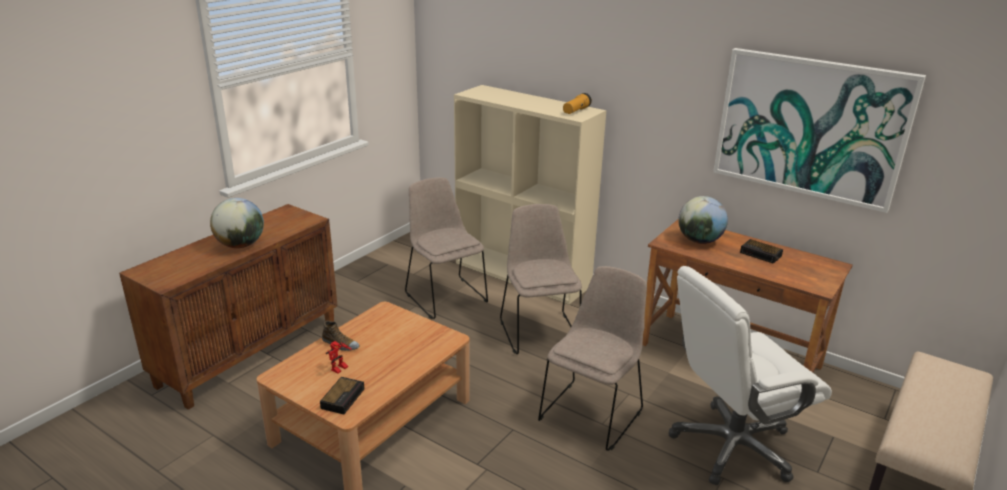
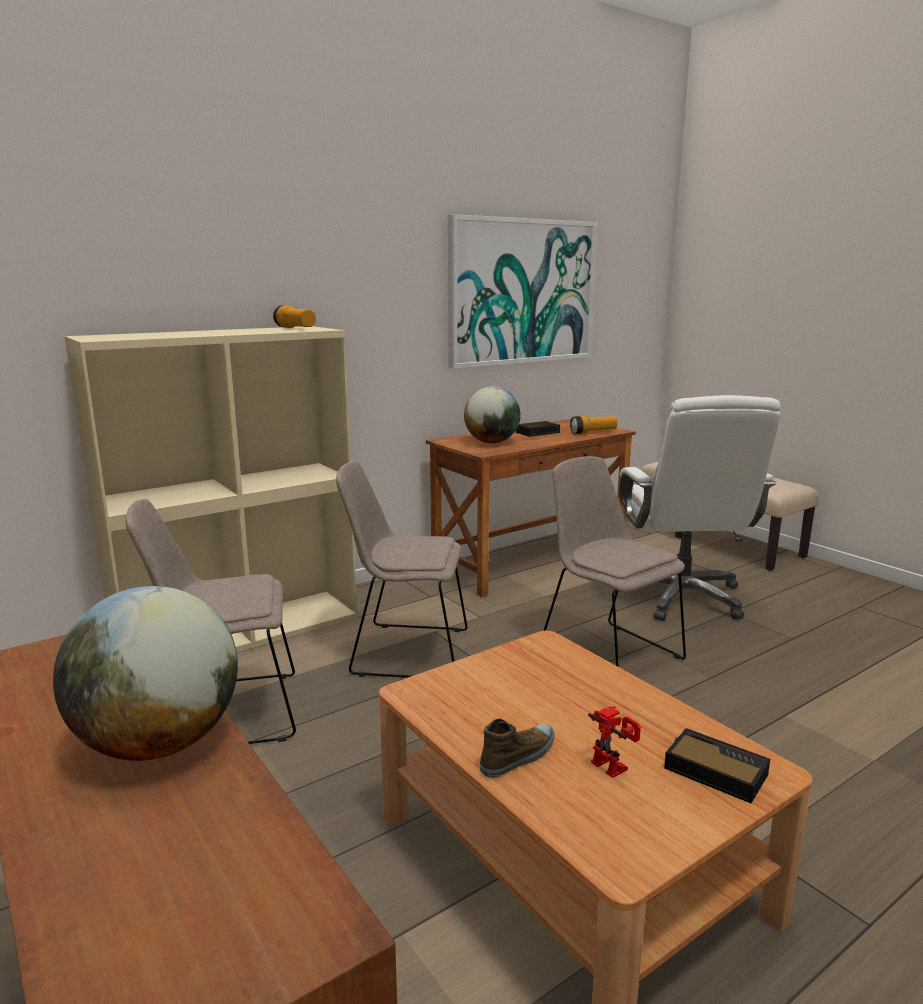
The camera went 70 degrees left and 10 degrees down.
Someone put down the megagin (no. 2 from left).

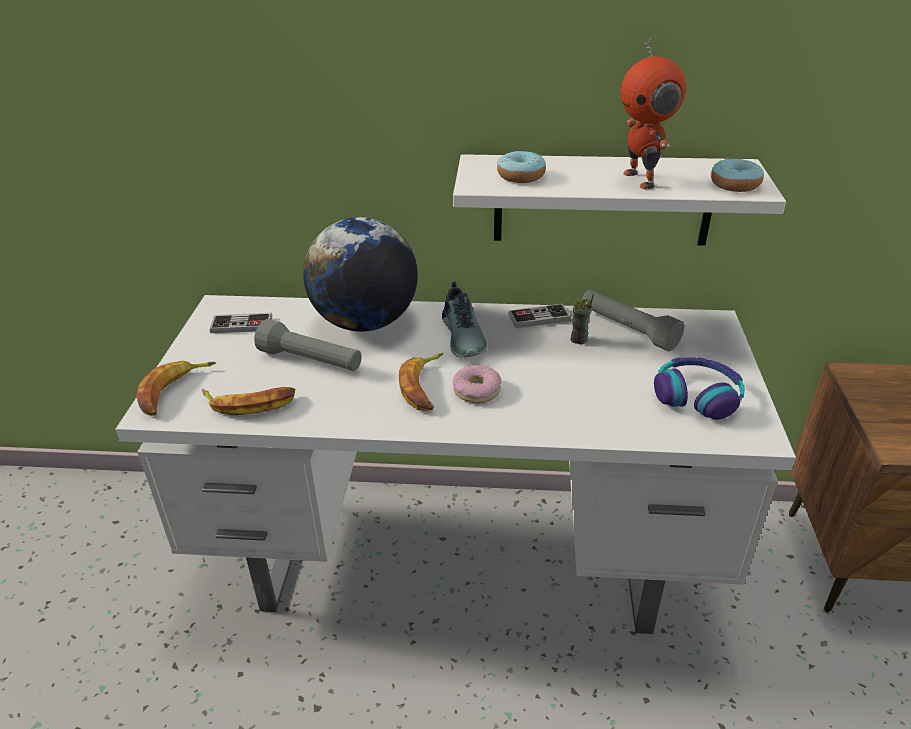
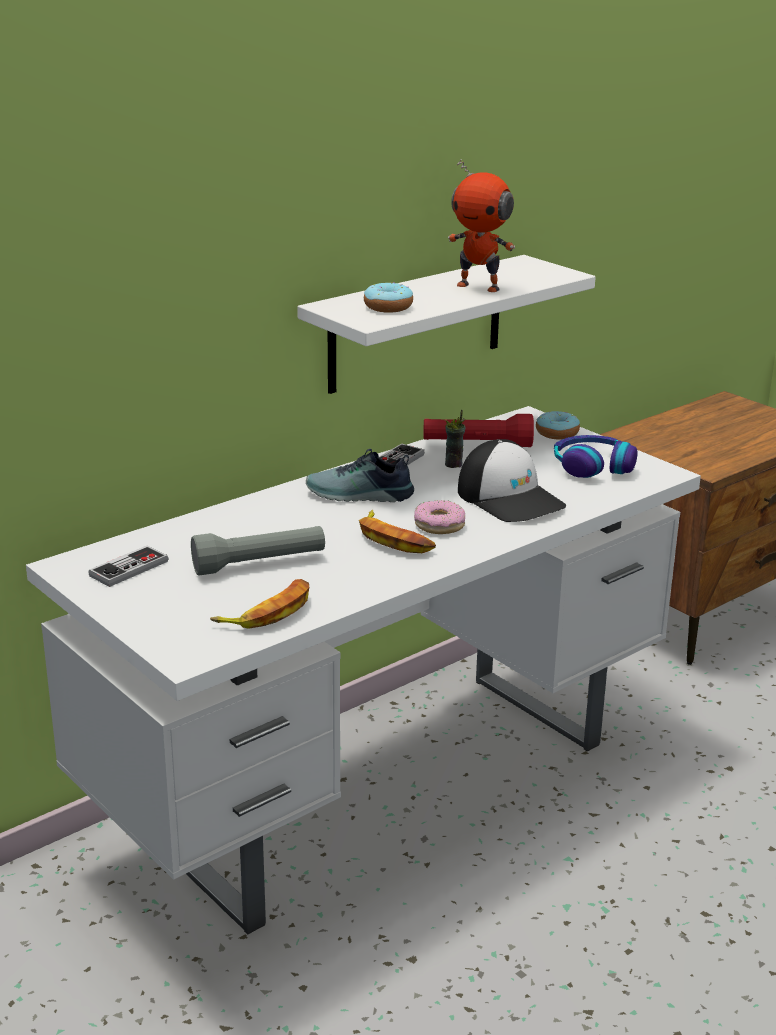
The camera went 45 degrees left and 10 degrees down.
Someone took away the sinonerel (no. 1 from left).
Someone took away the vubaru.
Someone rotated the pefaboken by 150 degrees clockwise.
Someone repainted the grey megagin (no. 2 from left), which became the red megagin.
Someone carried the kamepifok (no. 3 from left).
Someone put down the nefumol.

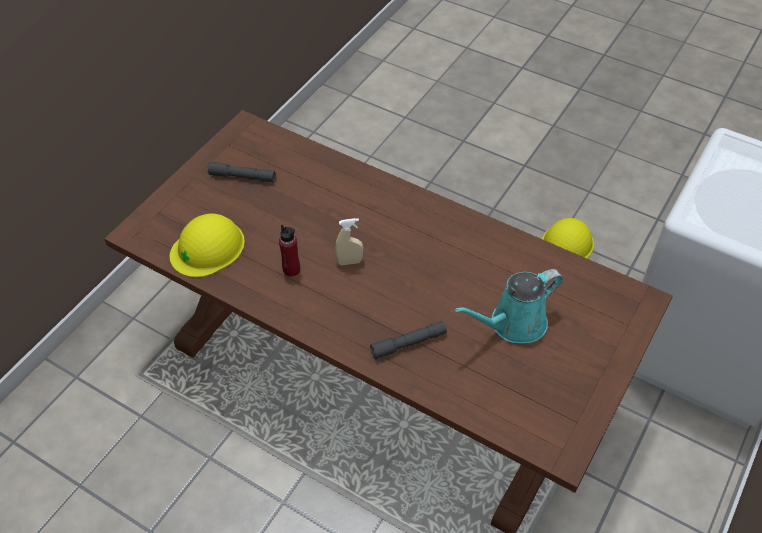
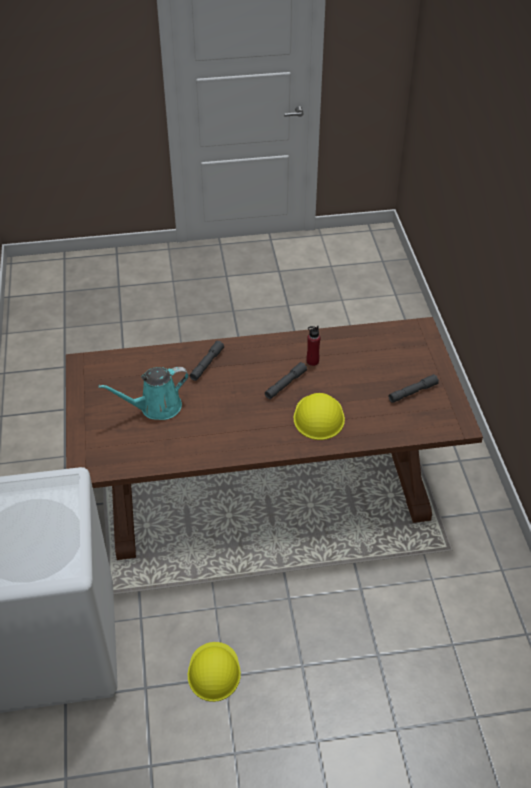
The camera went 140 degrees right and 5 degrees down.
Someone carried the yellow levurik (no. 1 from left in the first image).
Someone swapped the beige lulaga for the grey megagin (no. 2 from left).
Someone rotated the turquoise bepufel by 135 degrees counterclockwise.

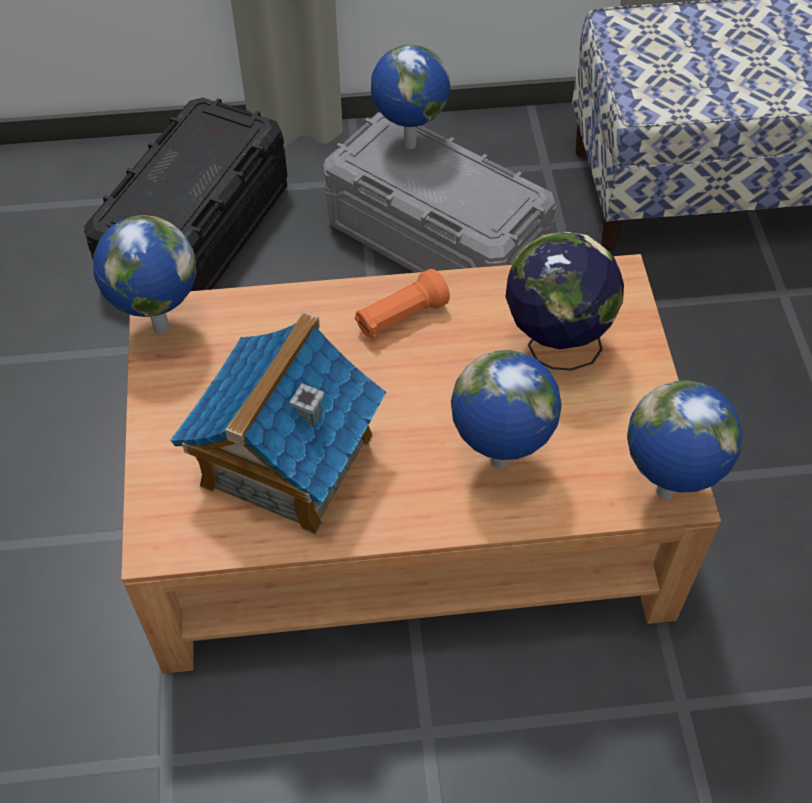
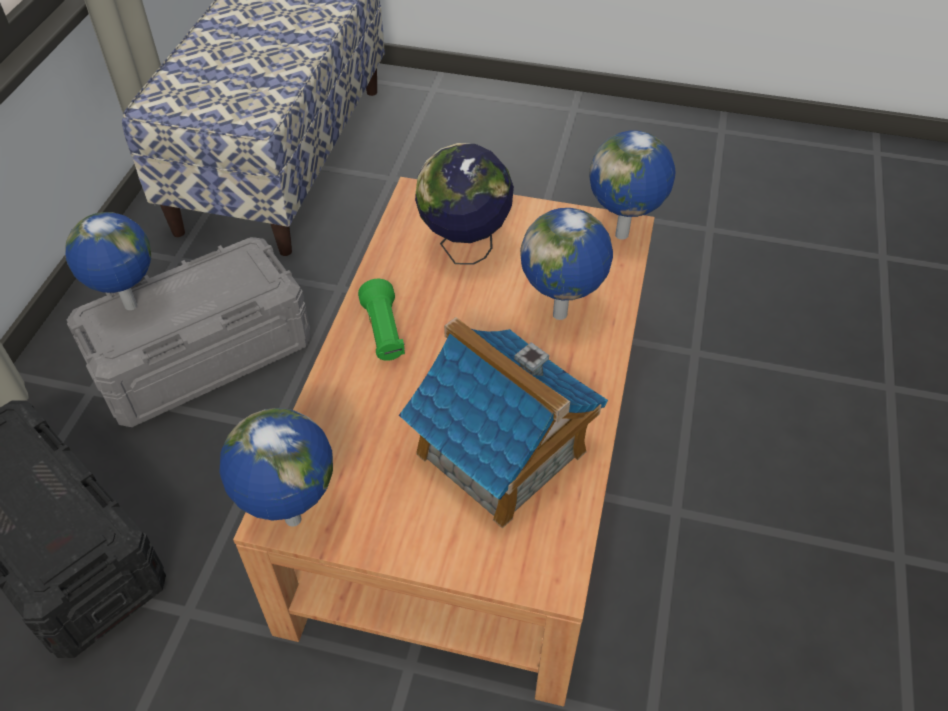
The camera went 70 degrees left and 5 degrees down.
Someone repainted the orange megagin, which became the green megagin.

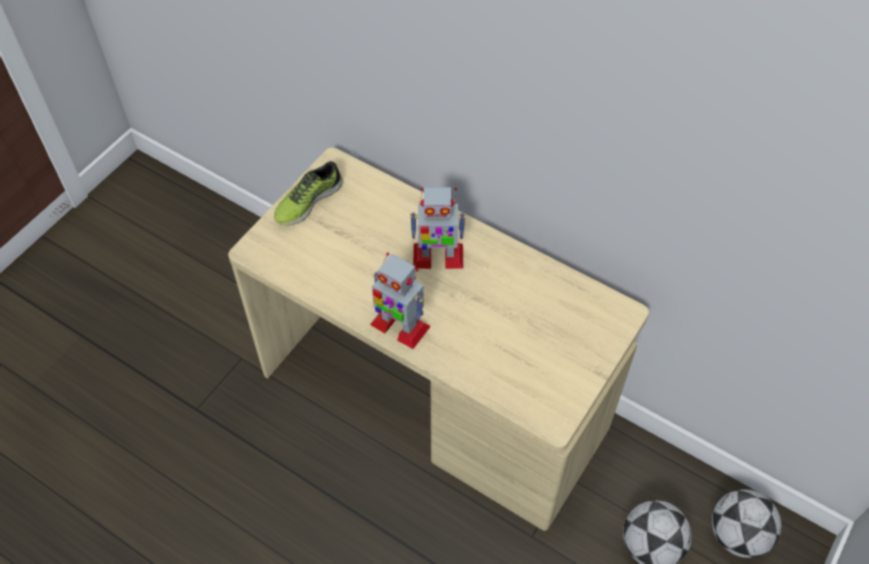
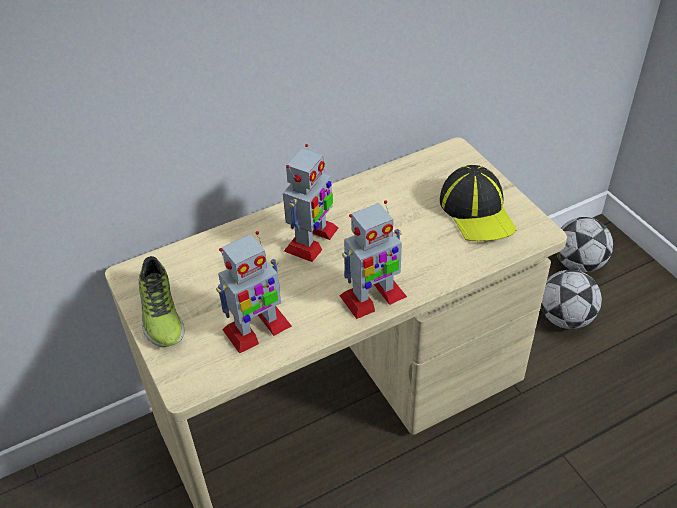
The camera went 60 degrees left and 10 degrees down.
Someone put down the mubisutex (no. 1 from left).
Someone put down the nefumol.

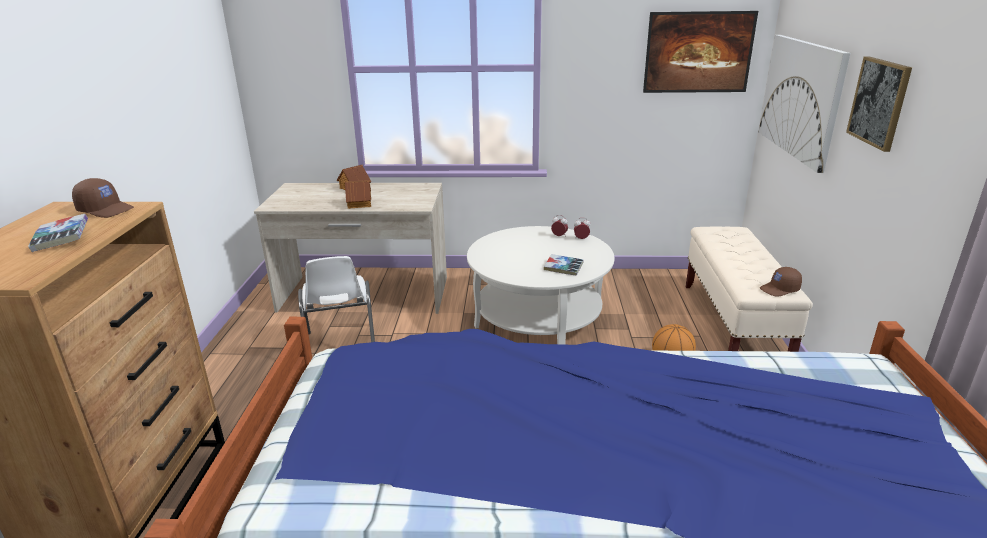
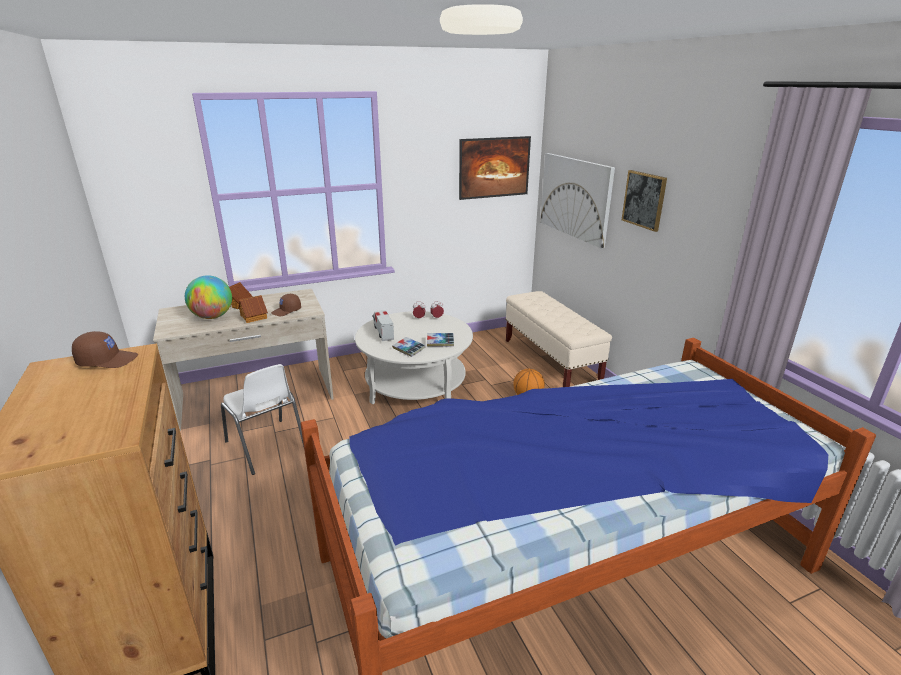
The camera went 25 degrees left and 0 degrees up.
Someone carried the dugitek (no. 1 from left).
Someone carried the brown nefumol (no. 2 from left).
Someone put down the vubaru.
Someone put down the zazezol.

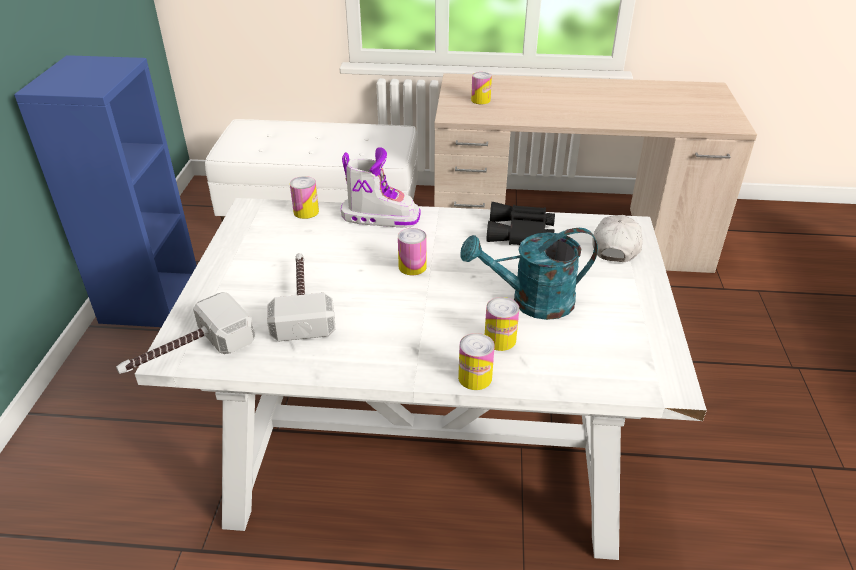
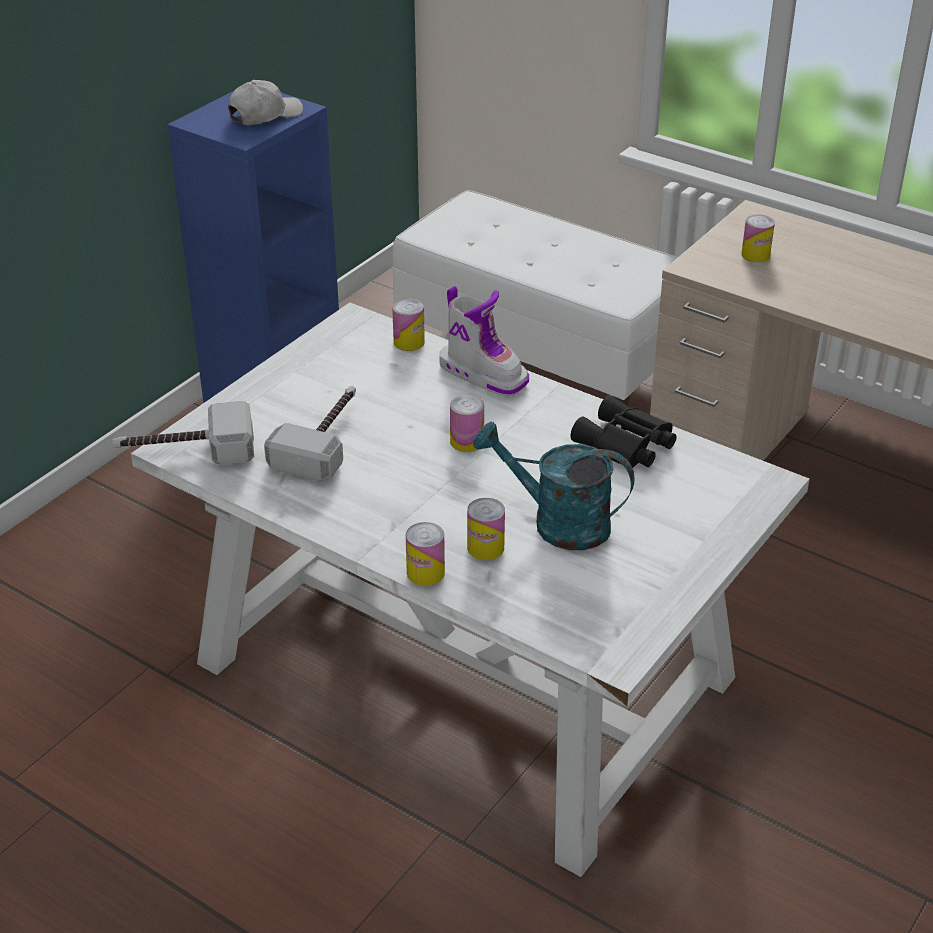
The camera went 30 degrees right and 0 degrees up.
Someone carried the white nefumol.

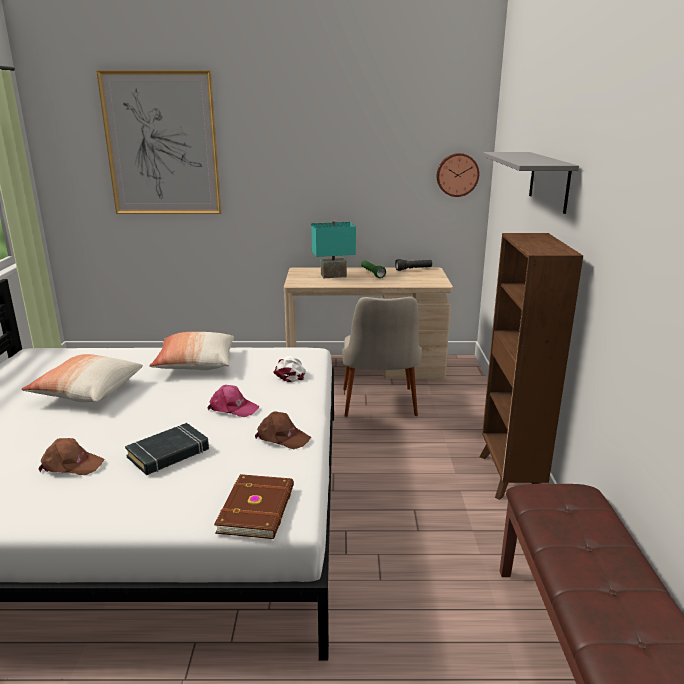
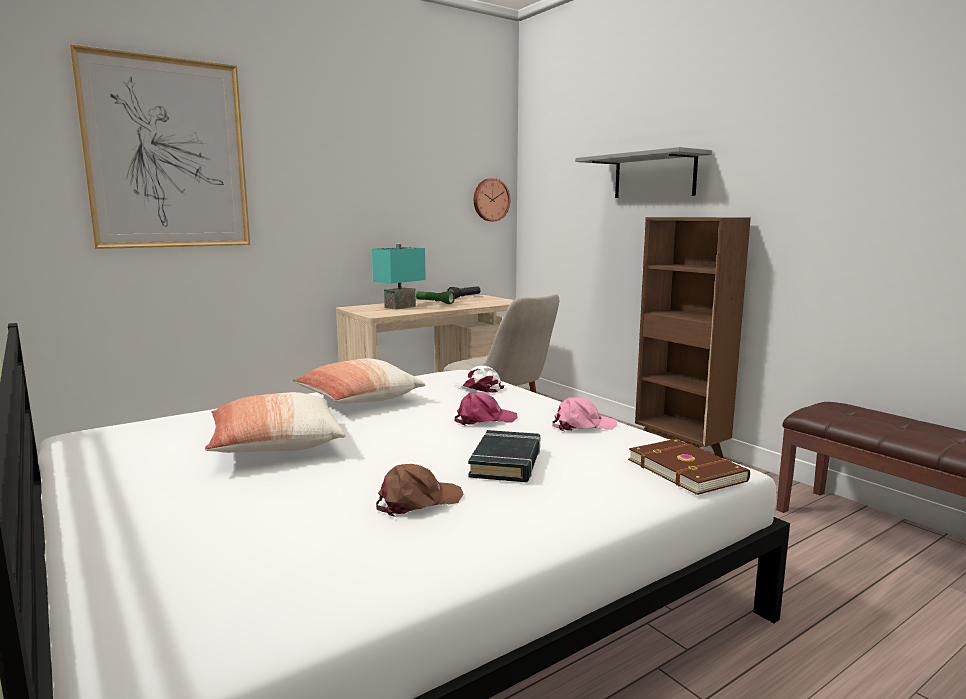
The camera went 35 degrees left and 10 degrees down.
Someone repainted the brown nefumol (no. 2 from left), which became the pink nefumol (no. 2 from left).

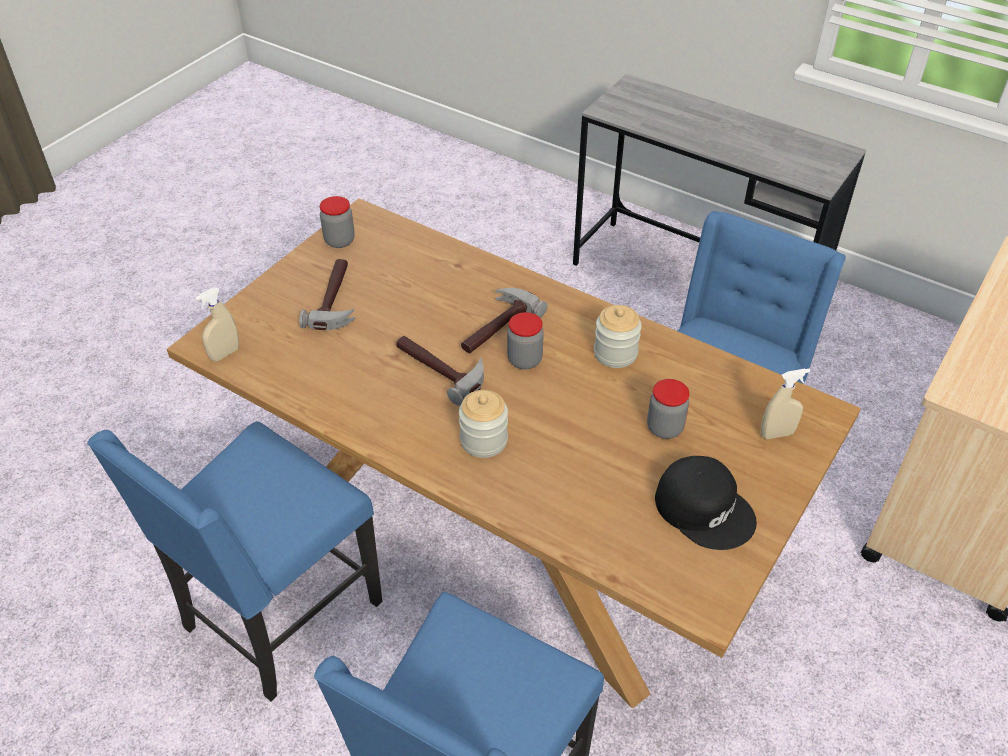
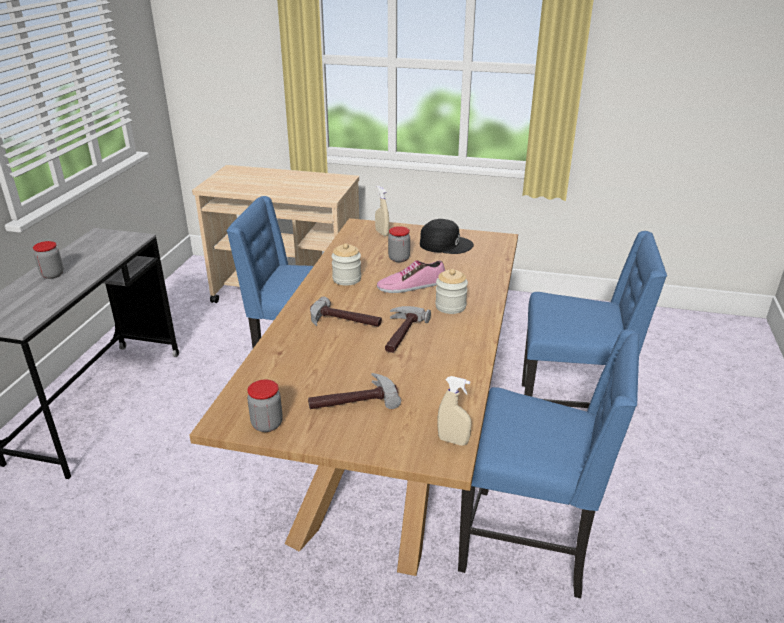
The camera went 110 degrees left and 15 degrees down.
Someone carried the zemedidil (no. 3 from left in the first image).
Someone rotated the black nefumol by 75 degrees clockwise.
Someone put down the pefaboken.

